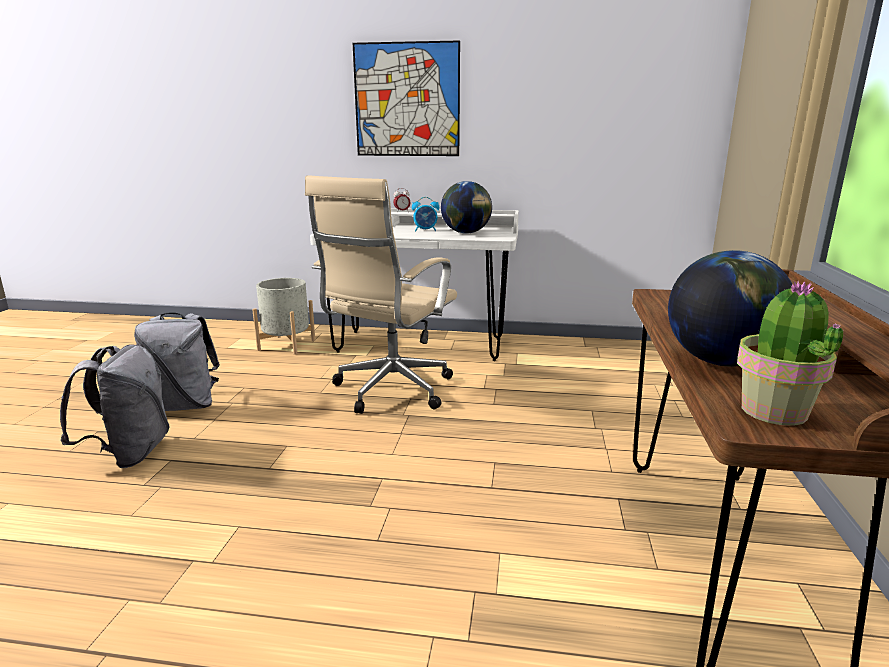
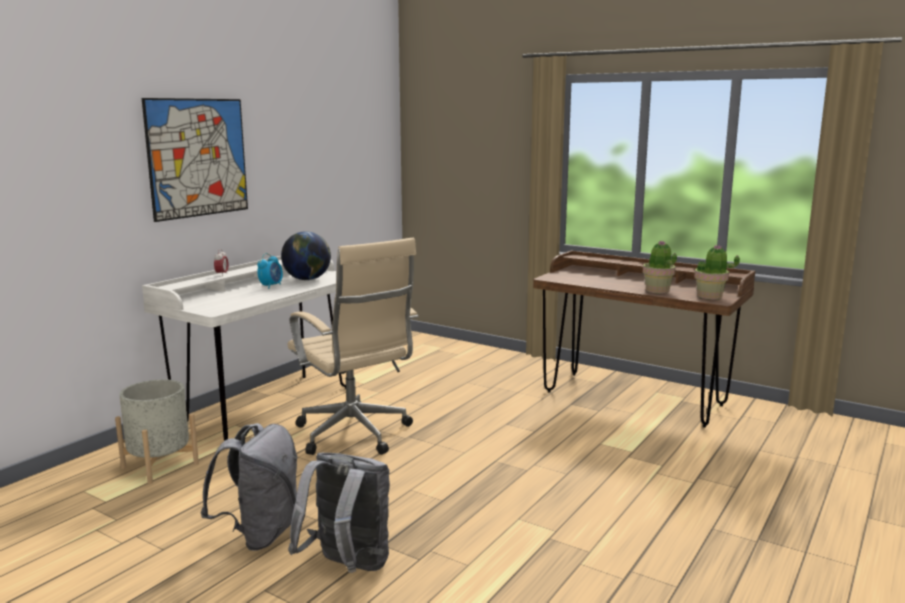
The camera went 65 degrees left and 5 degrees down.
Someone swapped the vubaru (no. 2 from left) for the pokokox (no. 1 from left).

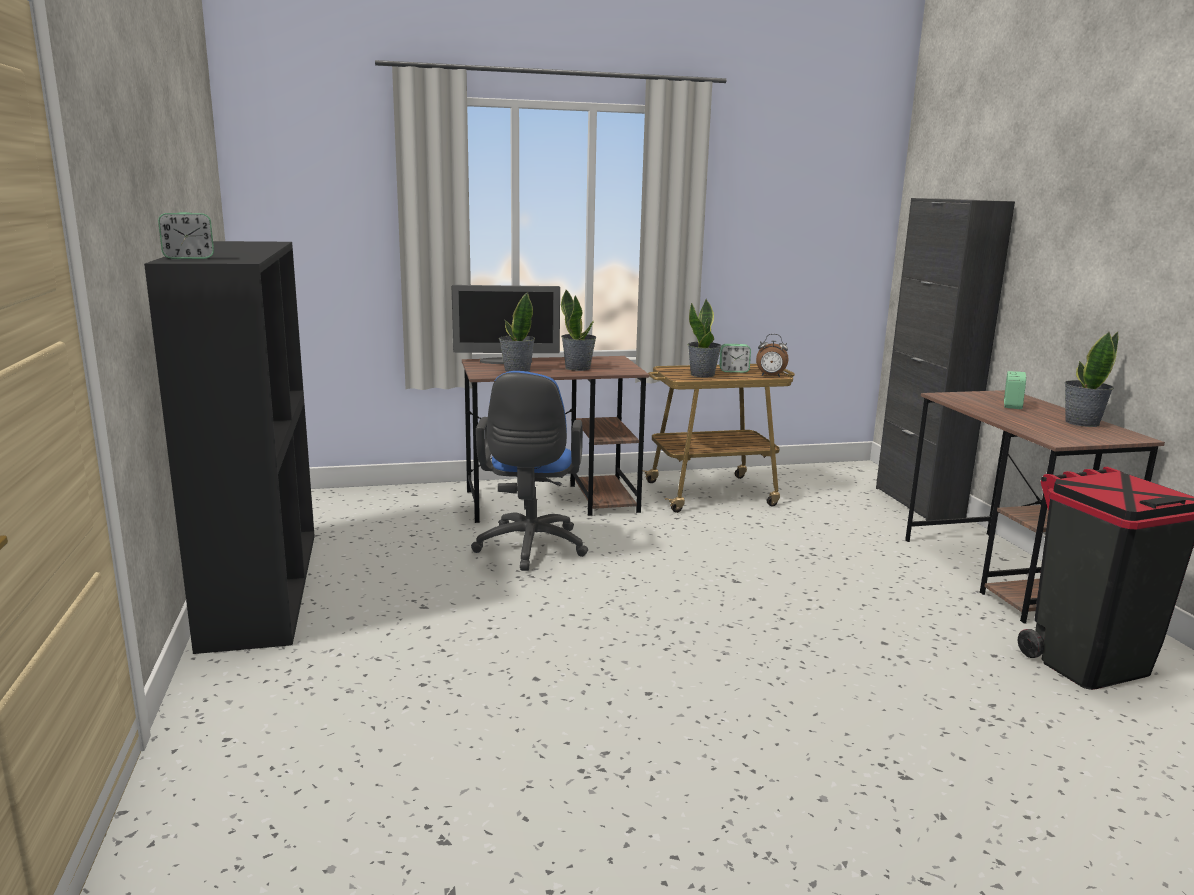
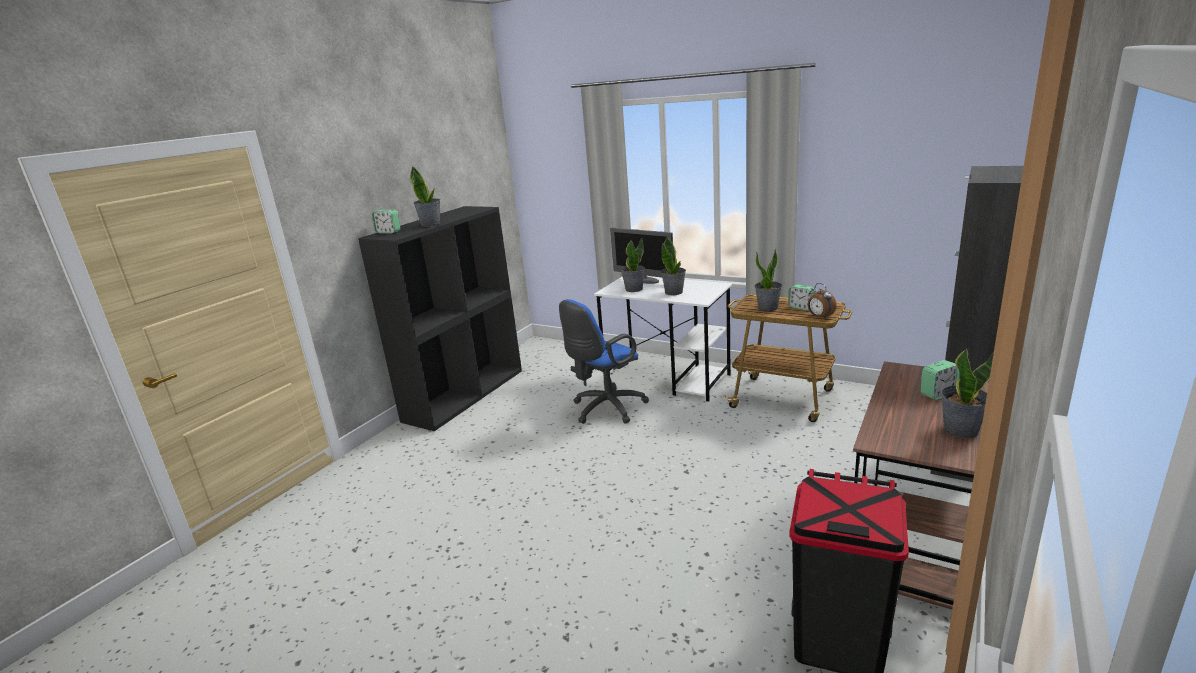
The camera went 45 degrees right and 5 degrees up.
Someone repainted the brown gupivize (no. 1 from left), which became the white gupivize.
Someone put down the pokokox (no. 1 from left).

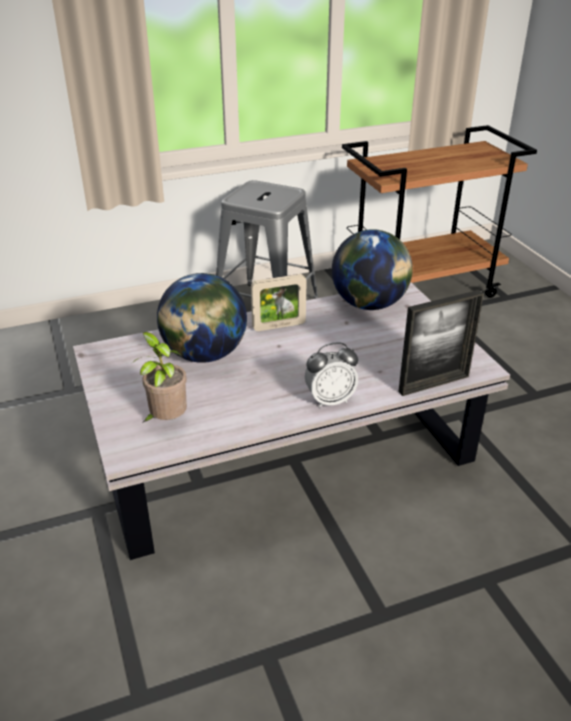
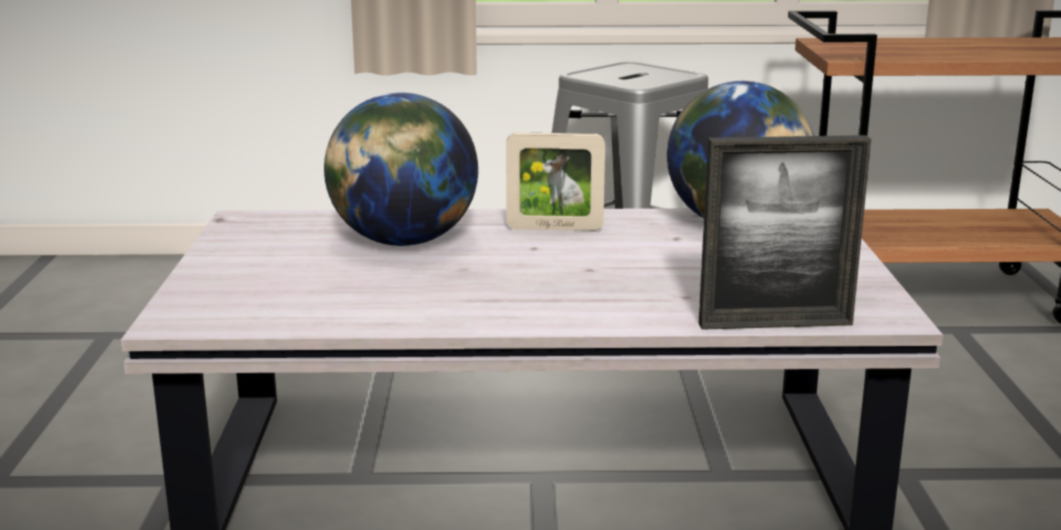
The camera went 20 degrees right and 15 degrees down.
Someone took away the pokokox.
Someone took away the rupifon.

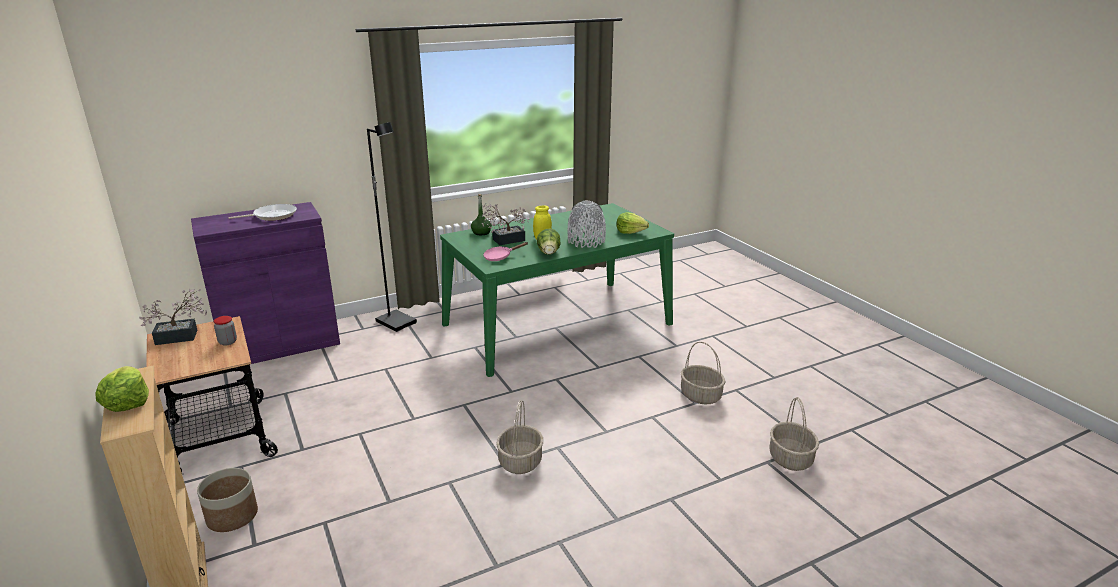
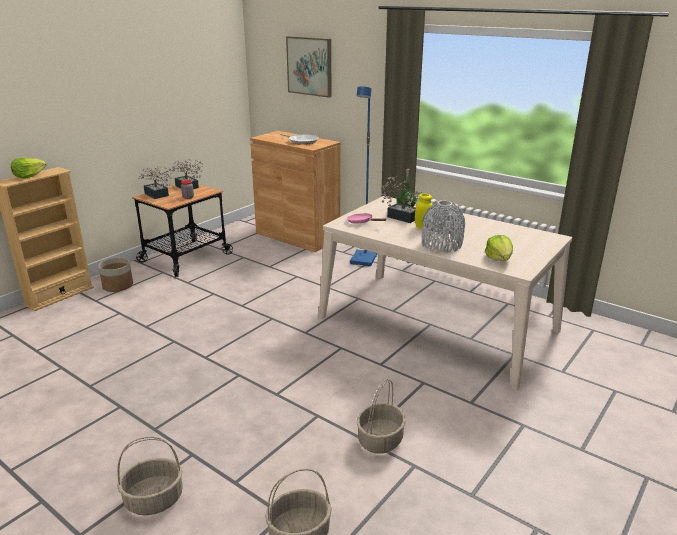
The camera went 65 degrees right and 0 degrees up.
Someone repainted the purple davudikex, which became the brown davudikex.
Someone repainted the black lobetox, which became the blue lobetox.
Someone repainted the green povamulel, which became the beige povamulel.
Someone carried the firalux (no. 1 from left).
Someone took away the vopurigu (no. 2 from left).
Someone put down the pokokox (no. 1 from left).
Someone put up the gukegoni.

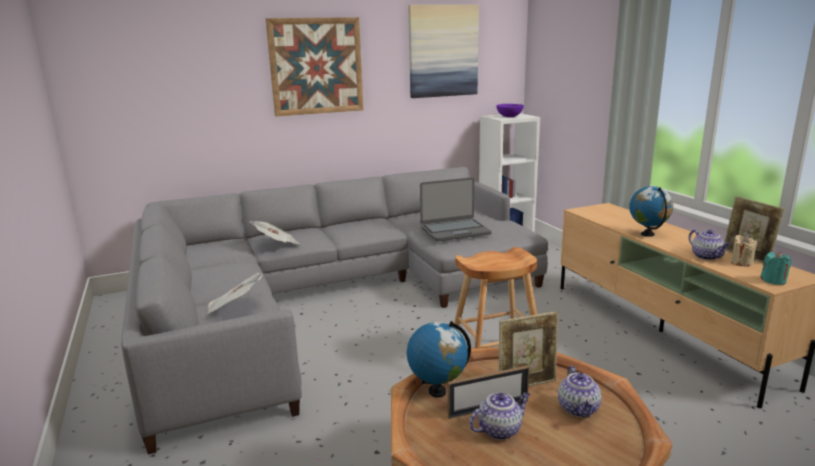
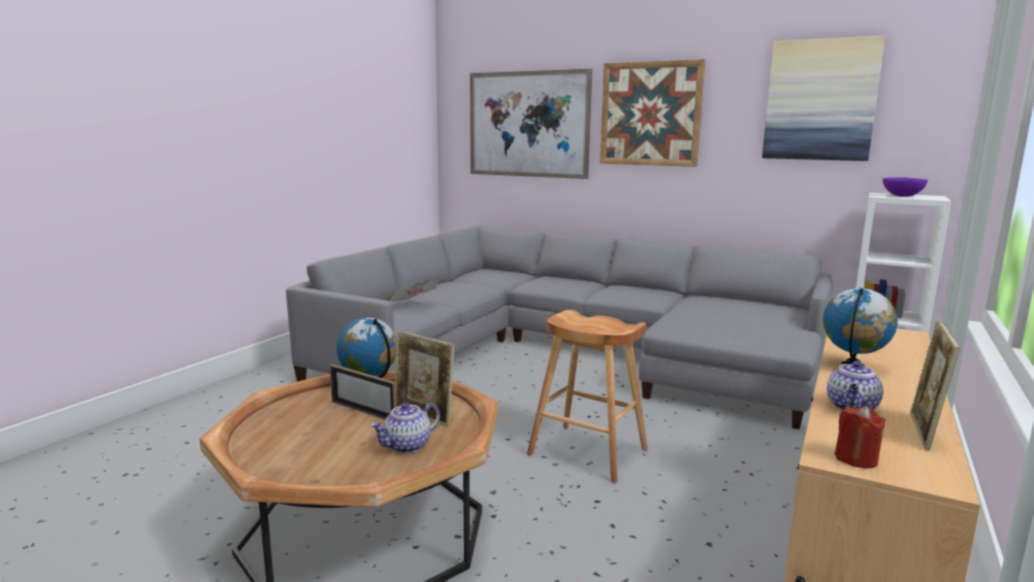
The camera went 50 degrees right and 5 degrees down.
Someone took away the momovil (no. 2 from left).
Someone took away the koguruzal.
Someone took away the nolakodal (no. 1 from left).
Someone took away the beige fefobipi.
Someone repainted the turquoise fefobipi, which became the red fefobipi.
Someone put up the gukegoni (no. 1 from left).

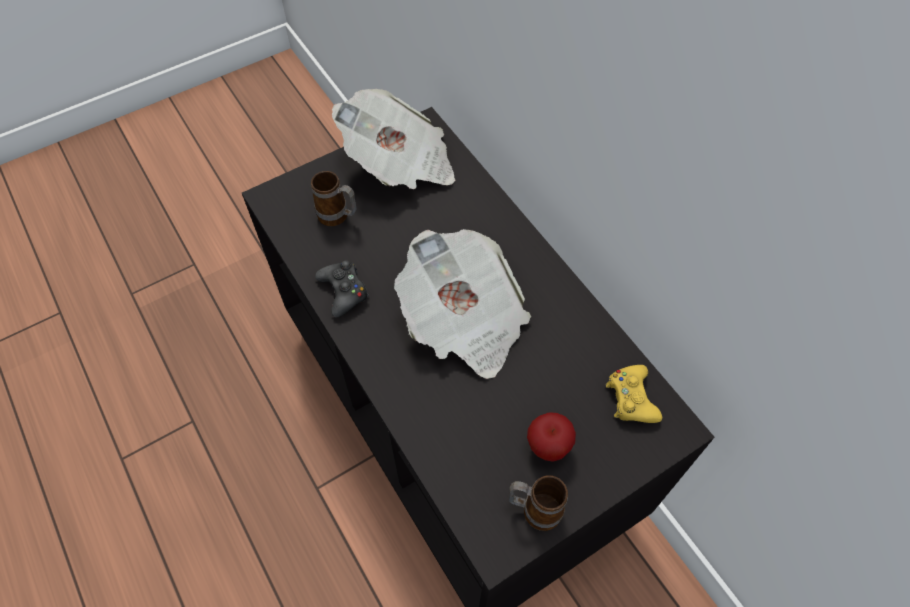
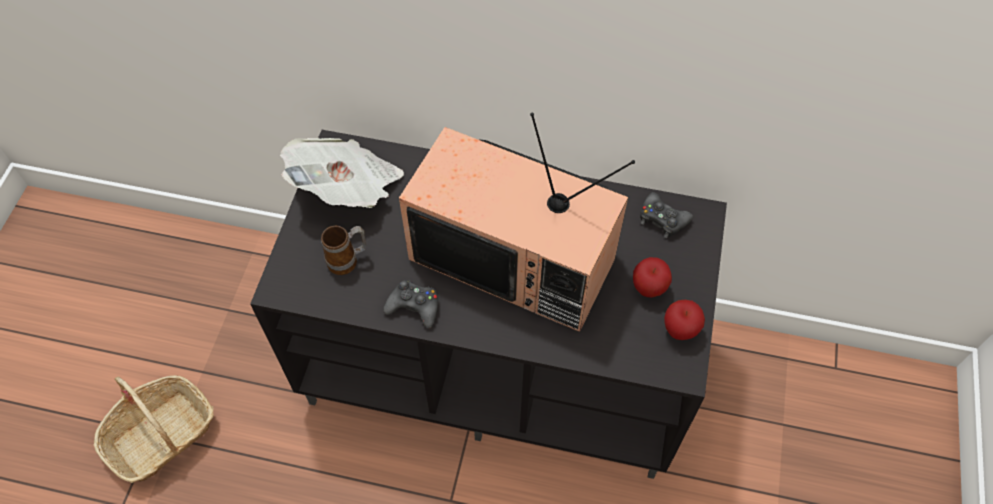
The camera went 45 degrees left and 0 degrees up.
Someone swapped the momovil (no. 2 from left) for the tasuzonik.
Someone swapped the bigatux (no. 2 from left) for the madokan (no. 2 from left).
Someone repainted the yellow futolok, which became the black futolok (no. 2 from left).
Someone put down the firalux.

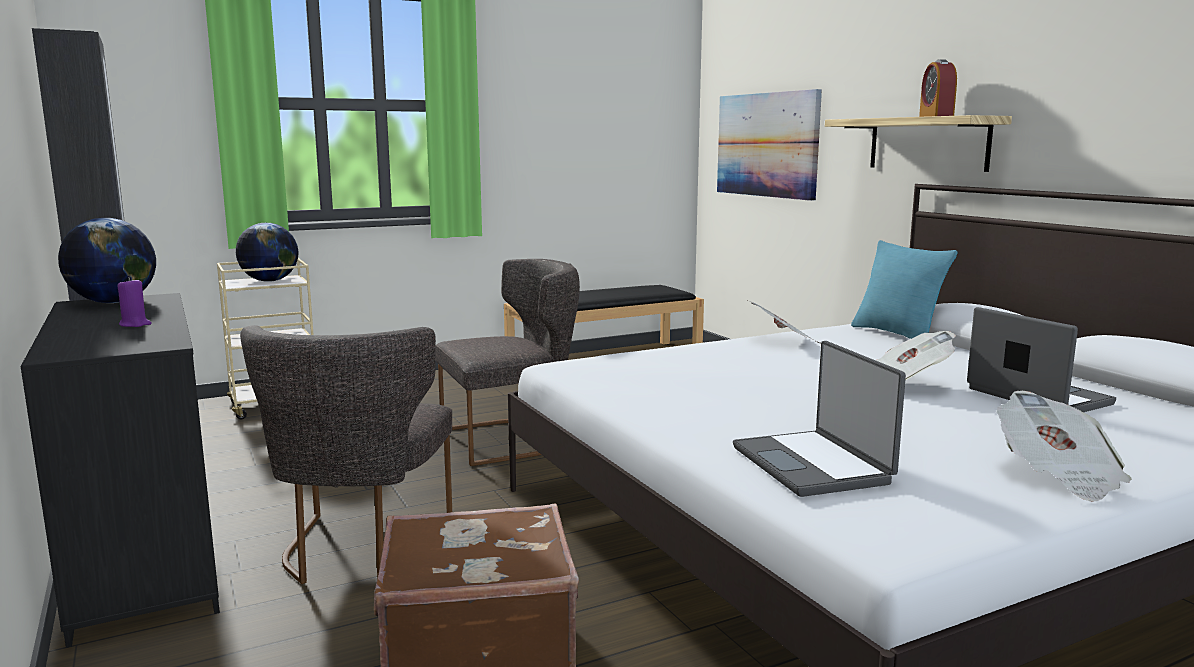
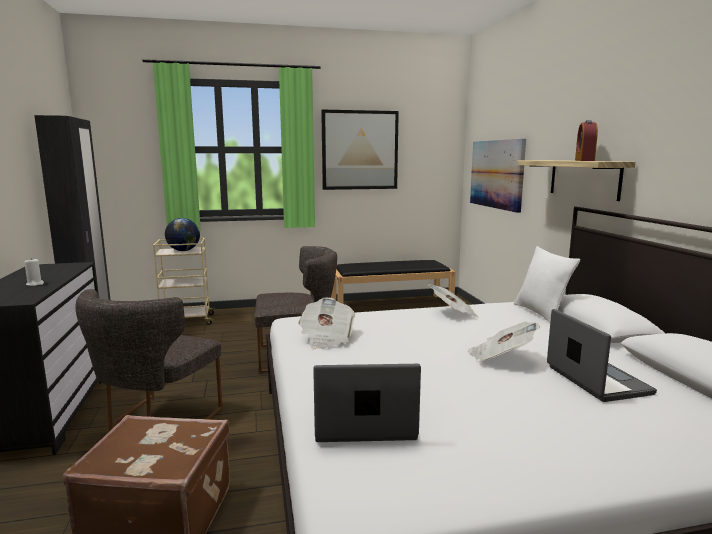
The camera went 15 degrees right and 0 degrees up.
Someone took away the vubaru (no. 1 from left).
Someone repainted the purple fefobipi, which became the white fefobipi.
Someone rotated the koguruzal (no. 1 from left) by 90 degrees clockwise.
Someone repainted the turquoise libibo, which became the white libibo.
Someone carried the momovil (no. 3 from left in the first image).
Someone put up the gukegoni (no. 1 from left).

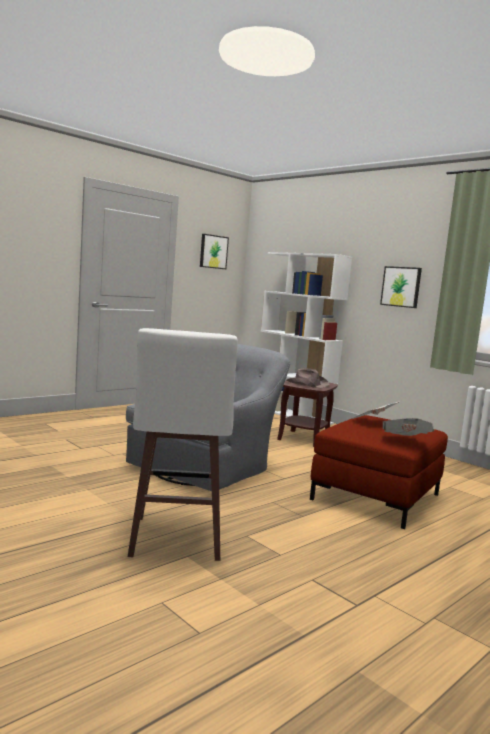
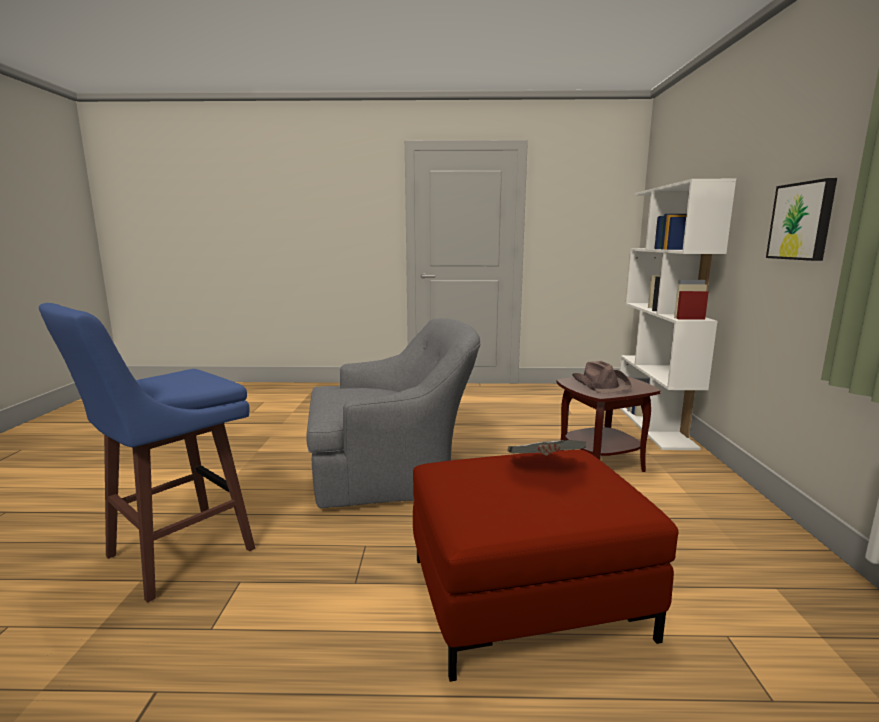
The camera went 45 degrees right and 5 degrees up.
Someone repainted the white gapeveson, which became the blue gapeveson.
Someone took away the gukegoni (no. 1 from left).
Someone took away the momovil (no. 2 from left).

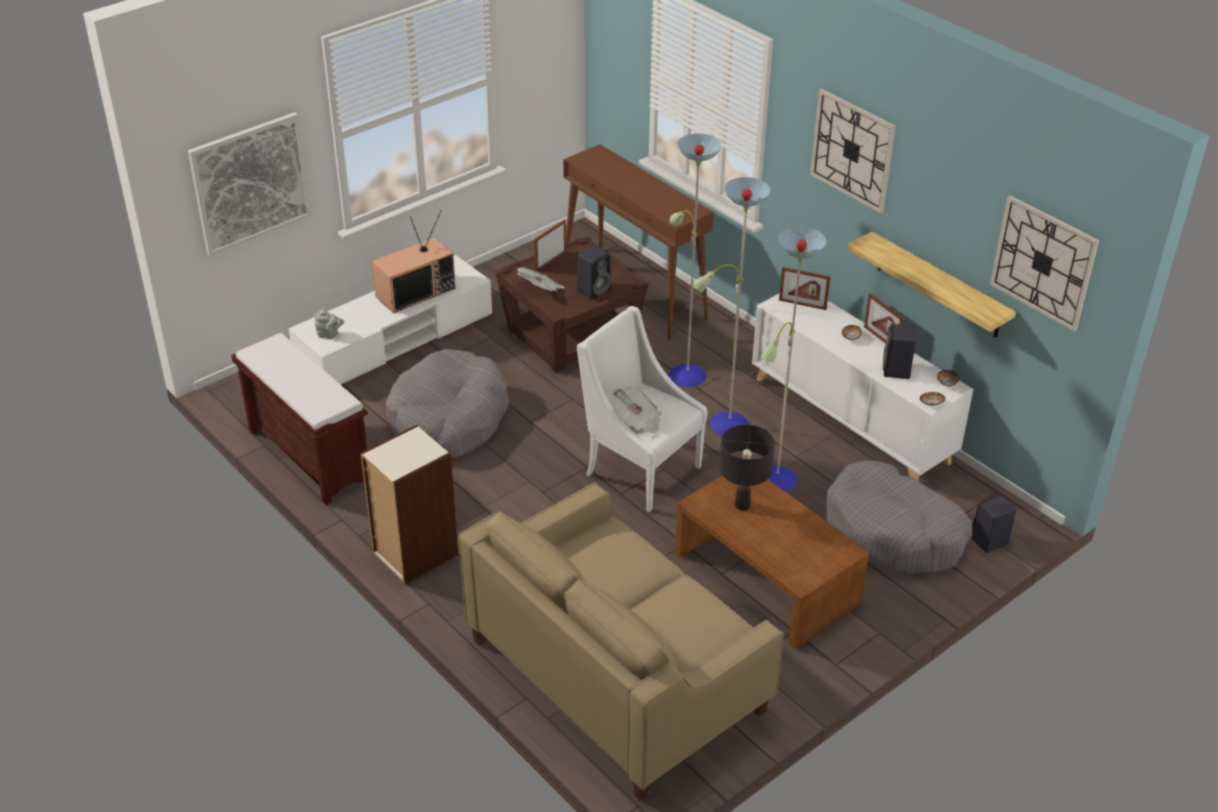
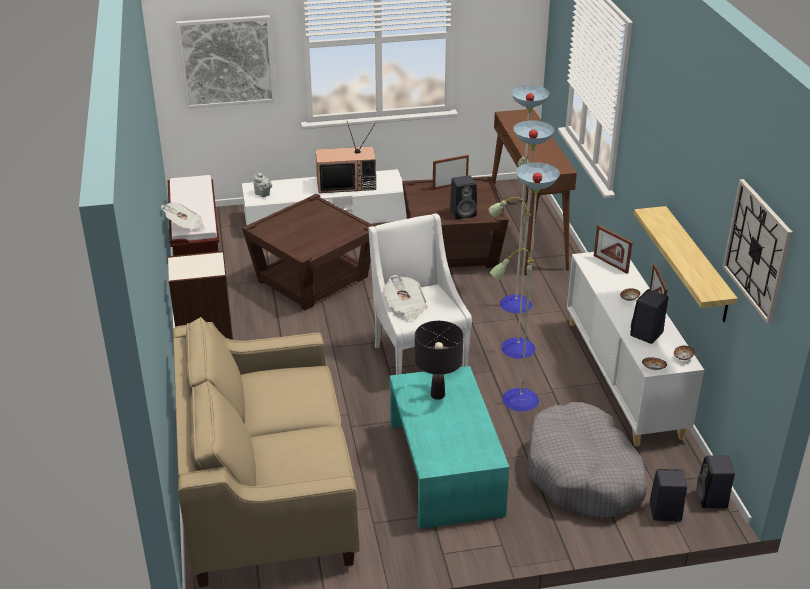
The camera went 30 degrees right and 5 degrees down.
Someone swapped the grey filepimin (no. 1 from left) for the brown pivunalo (no. 1 from left).
Someone carried the momovil (no. 1 from left).
Someone repainted the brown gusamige, which became the turquoise gusamige.
Someone took away the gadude (no. 1 from left).
Someone put down the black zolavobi (no. 4 from left).

